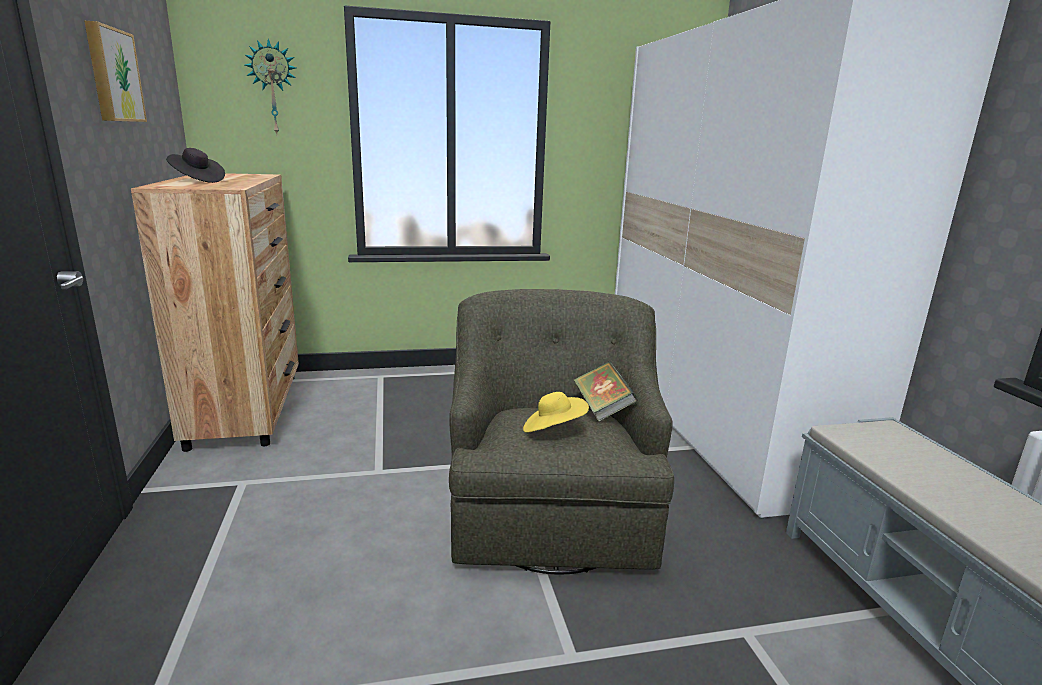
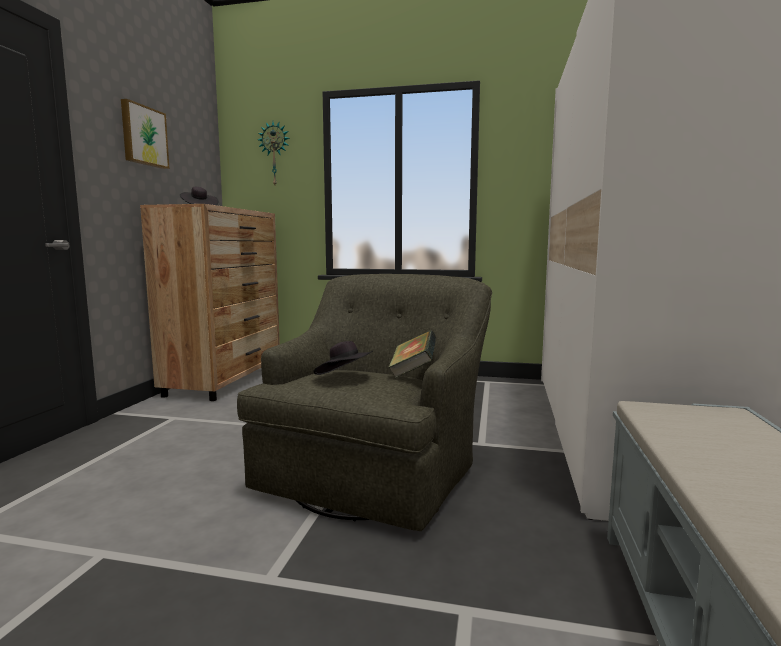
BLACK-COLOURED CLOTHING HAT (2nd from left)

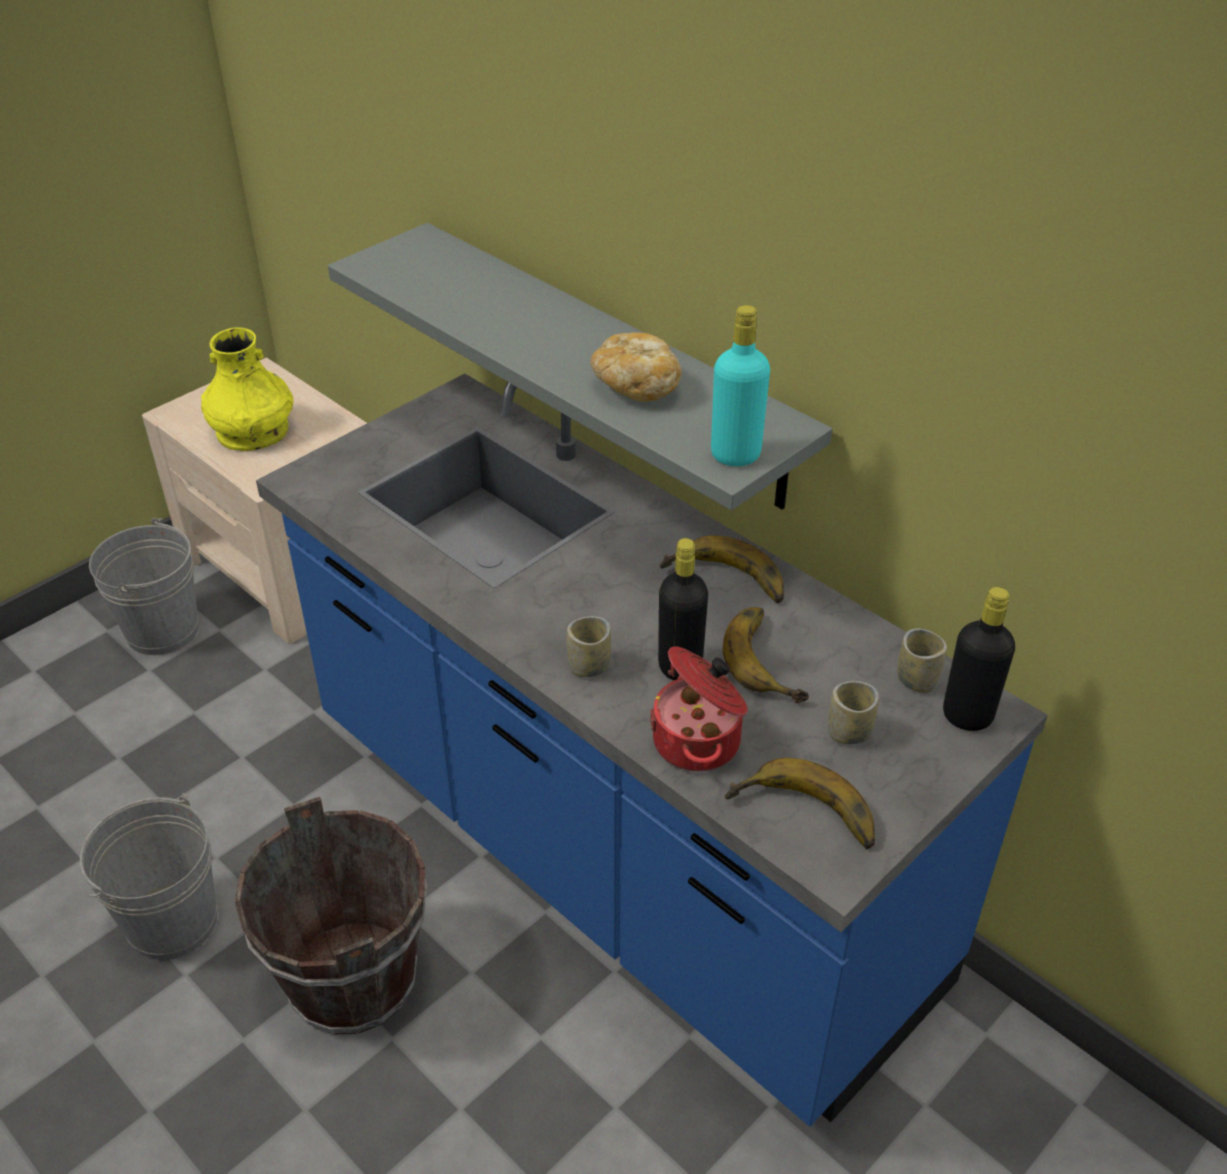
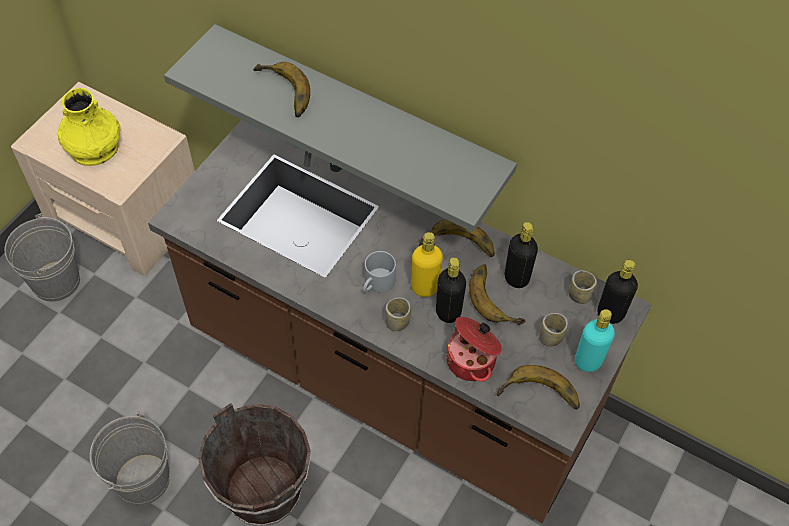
BROWN-COLOURED KITCHEN BASE UNIT
BREAD
TURQUOISE BOTTLE
BANANA FRUIT (1st from left)
GREYISH TEA MUG
YELLOWISH BOTTLE
BLACK-COLOURED BOTTLE (2nd from left)

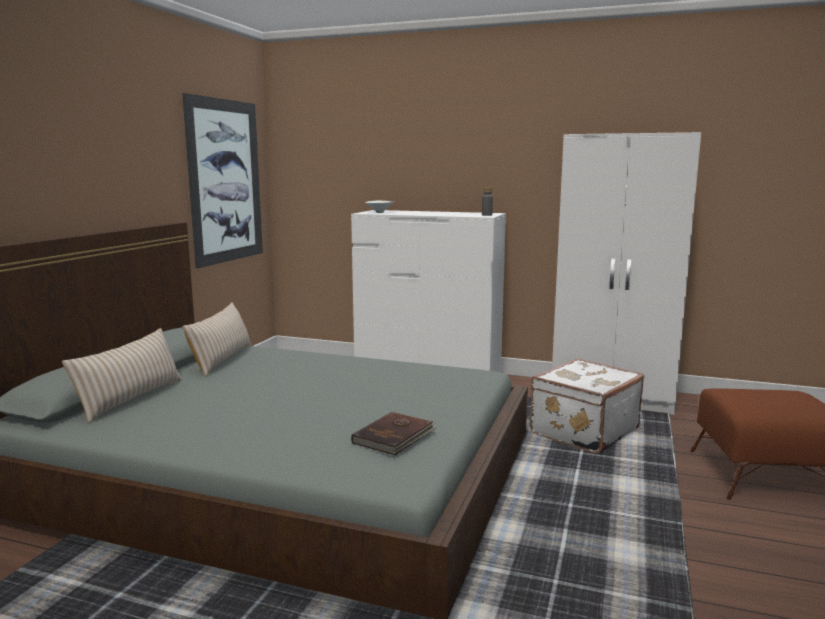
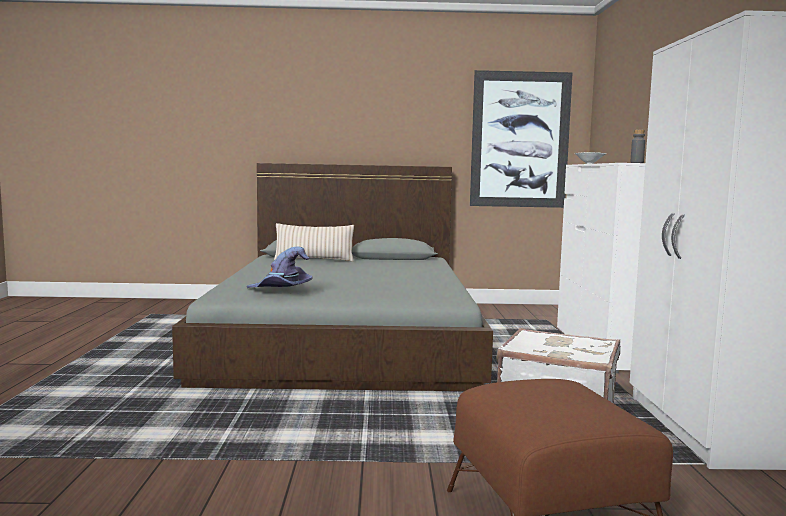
SAND-COLOURED THROW PILLOW (2nd from left in the first image)
PURPLE CLOTHING HAT

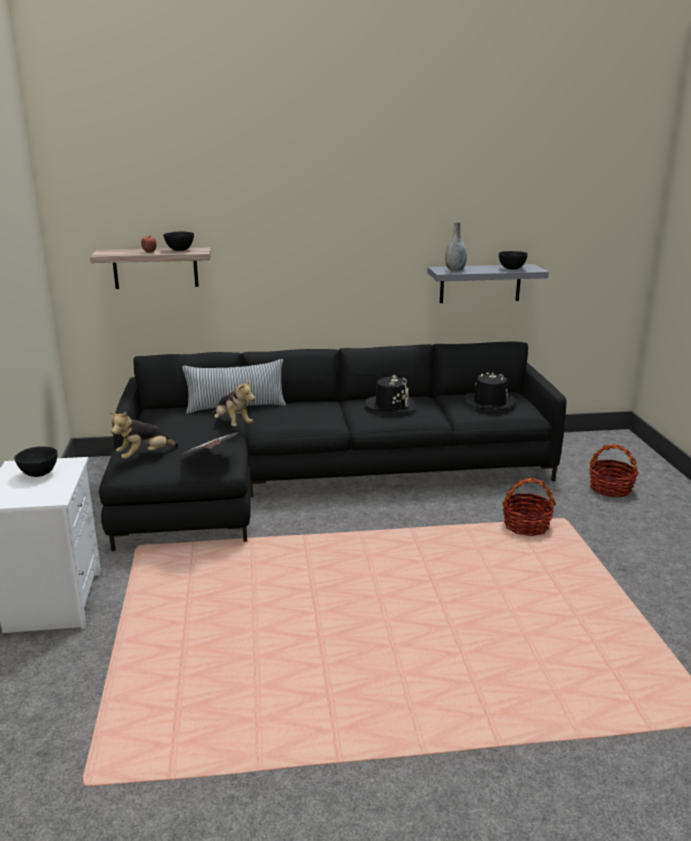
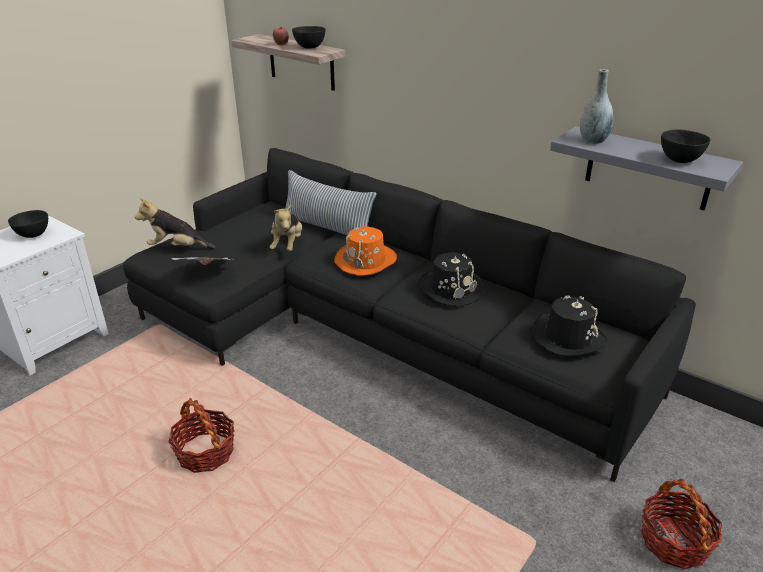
HOUSEHOLD BASKET (1st from left)
ORANGE CLOTHING HAT

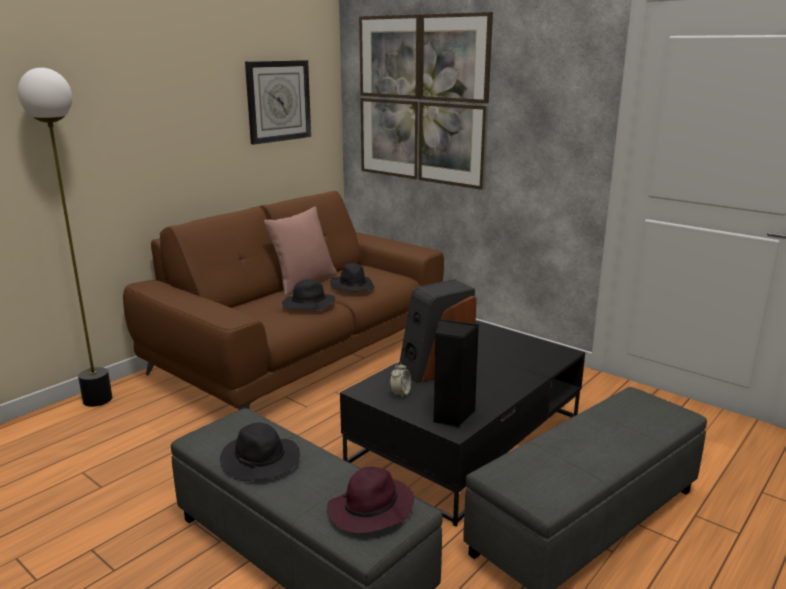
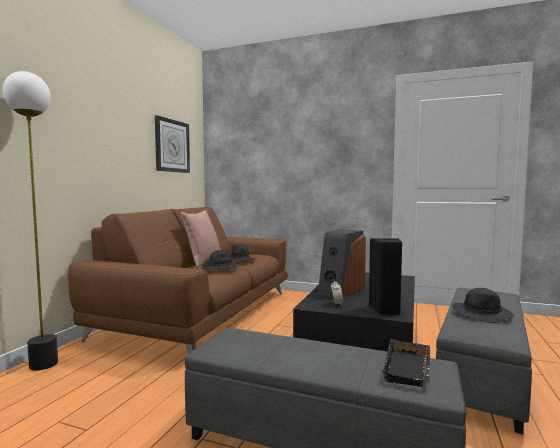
BLACK-COLOURED CLOTHING HAT (3rd from left)
BLACK-COLOURED TRAY
PICTURE

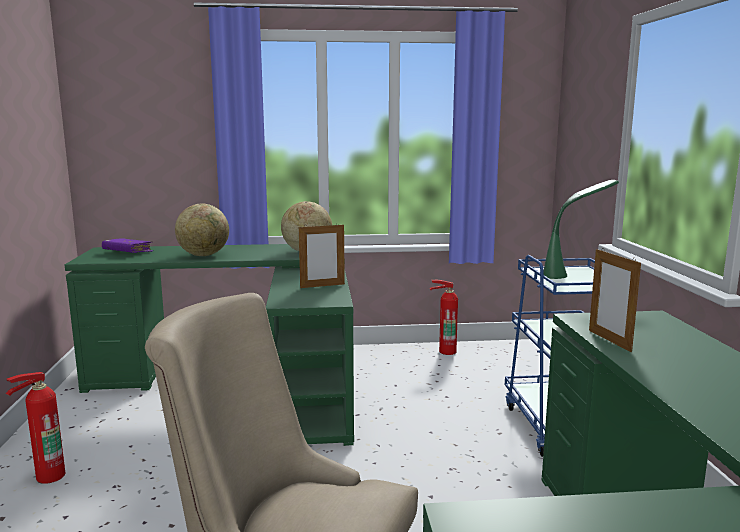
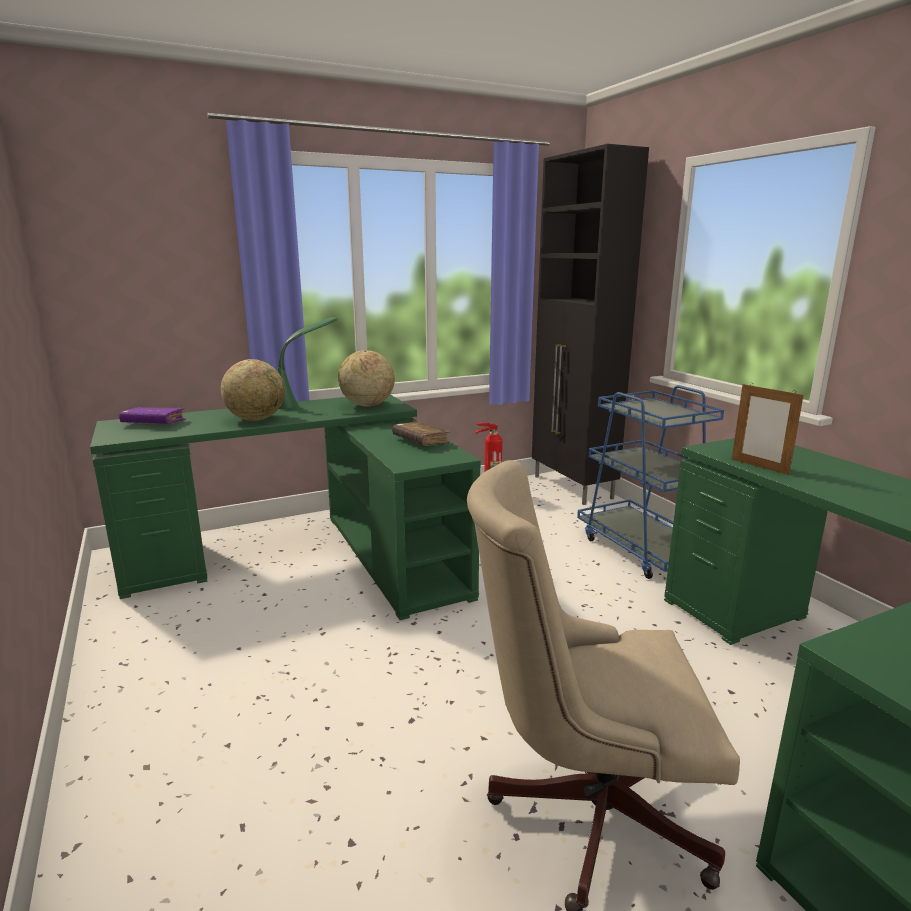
EXTINGUISHER (1st from left in the first image)
BROWN-COLOURED BOOK
GREEN-COLOURED TABLETOP LAMP
BLACK-COLOURED CUPBOARD

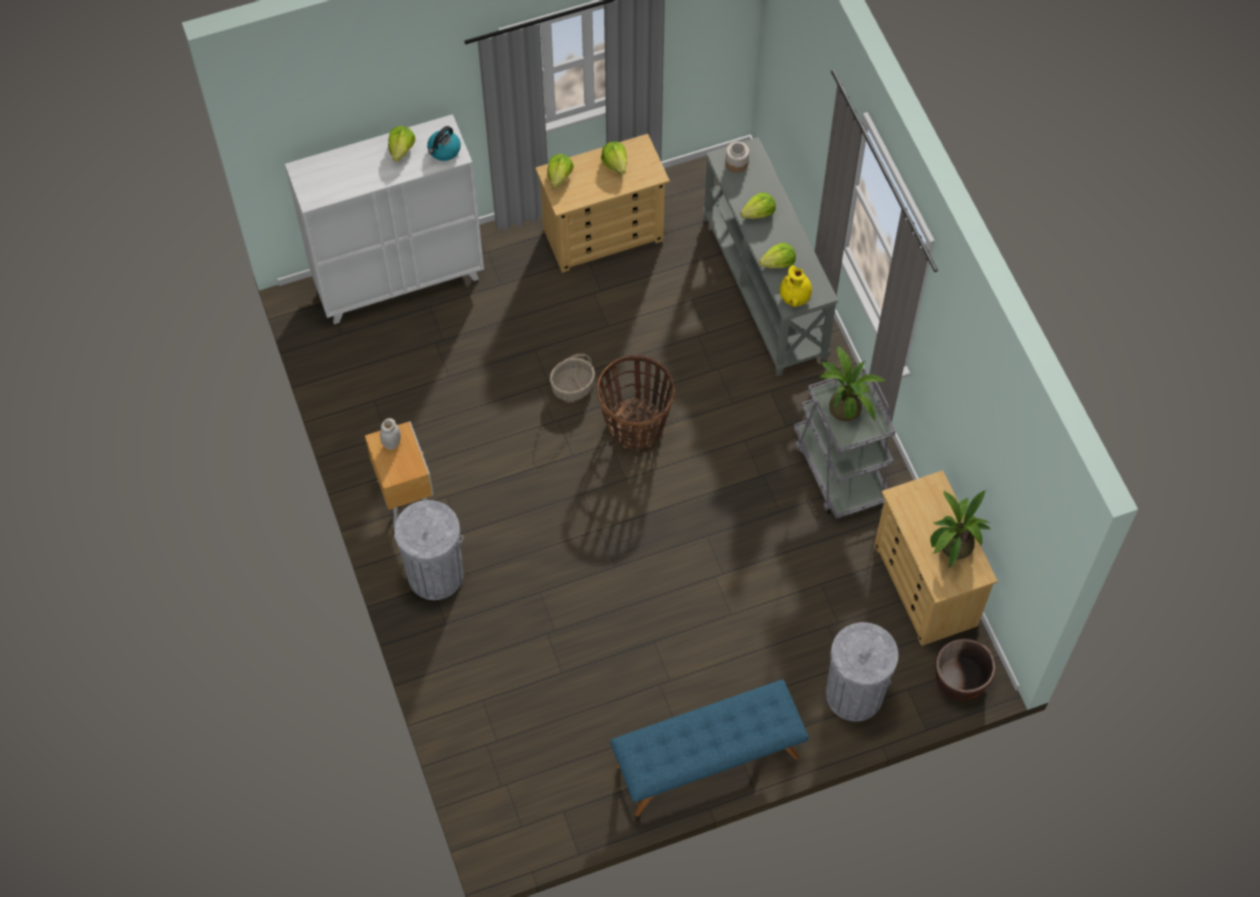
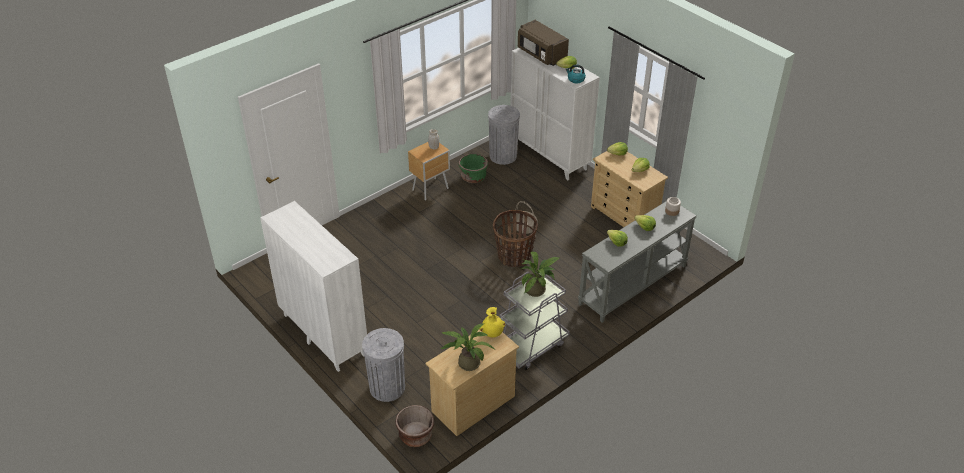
GREYISH TRASH CAN (2nd from left)
WHITISH CUPBOARD (1st from left)
YELLOWISH DECORATIVE VASE
GREEN-COLOURED PLANT POT
BROWN-COLOURED MICROWAVE

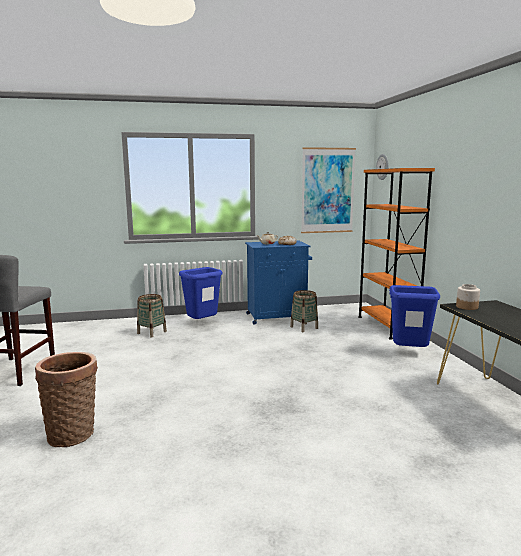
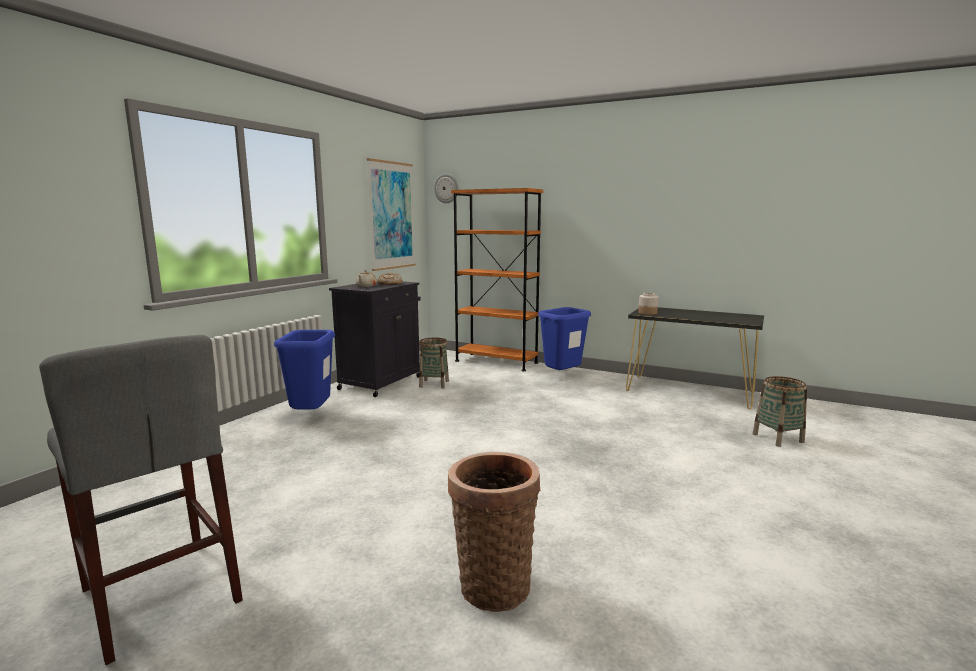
HOUSEHOLD BASKET (3rd from left)
BLACK-COLOURED CUPBOARD

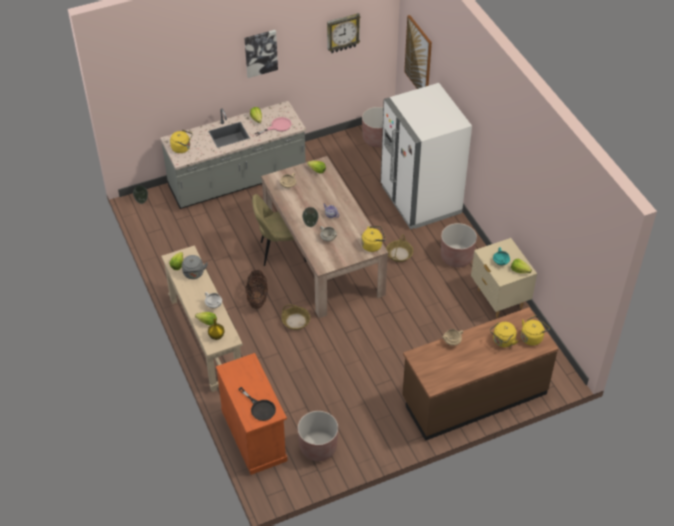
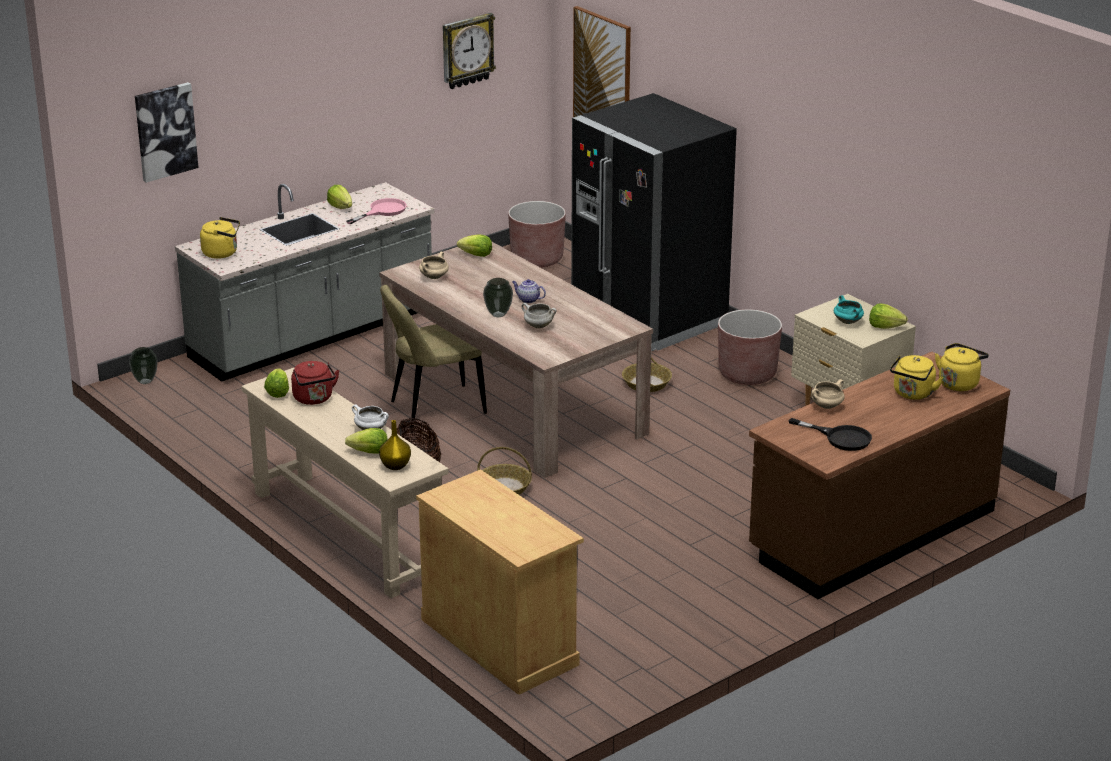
RED WATER KETTLE
SAND-COLOURED CUPBOARD
BLACK-COLOURED FRYING PAN
PICTURE (1st from left)
BROWN-COLOURED PLANT POT (1st from left in the first image)
YELLOWISH WATER KETTLE (2nd from left in the first image)
BLACK-COLOURED KITCHEN FRIDGE

